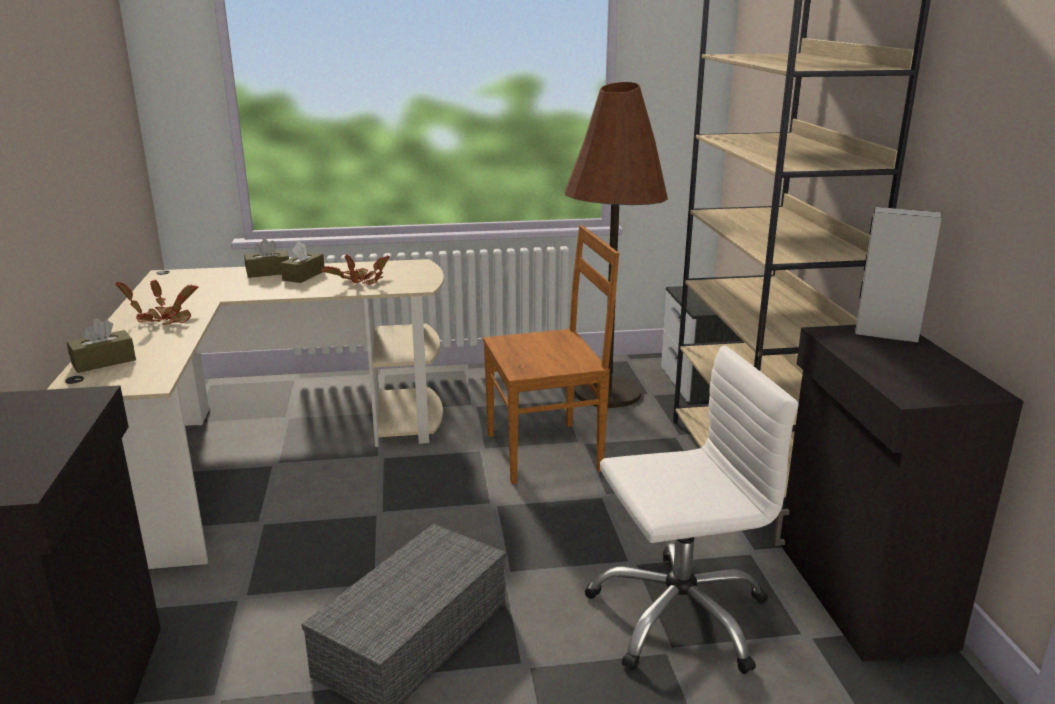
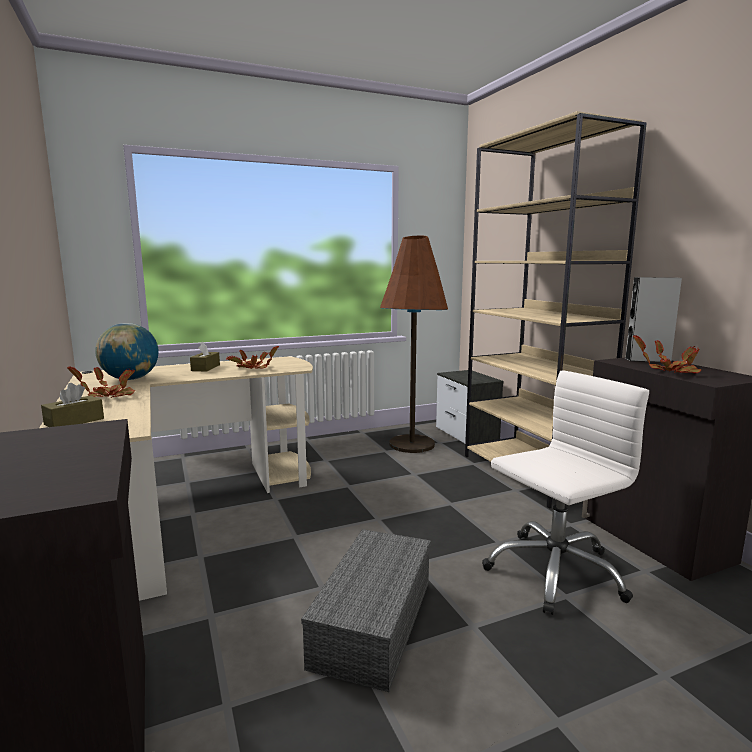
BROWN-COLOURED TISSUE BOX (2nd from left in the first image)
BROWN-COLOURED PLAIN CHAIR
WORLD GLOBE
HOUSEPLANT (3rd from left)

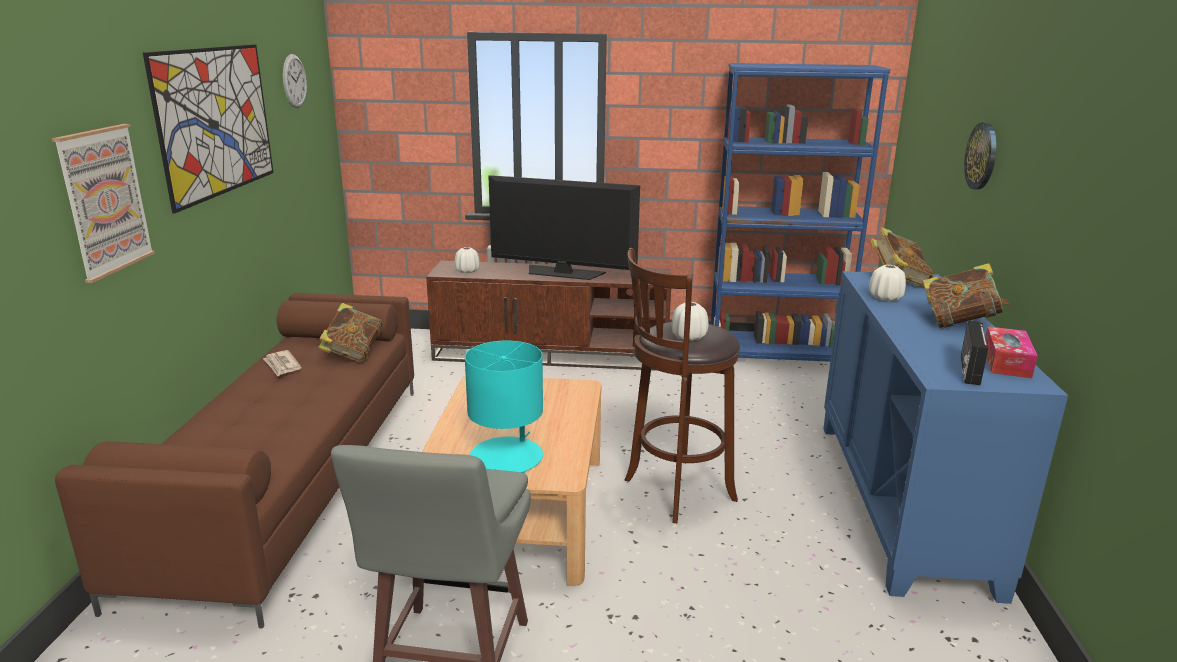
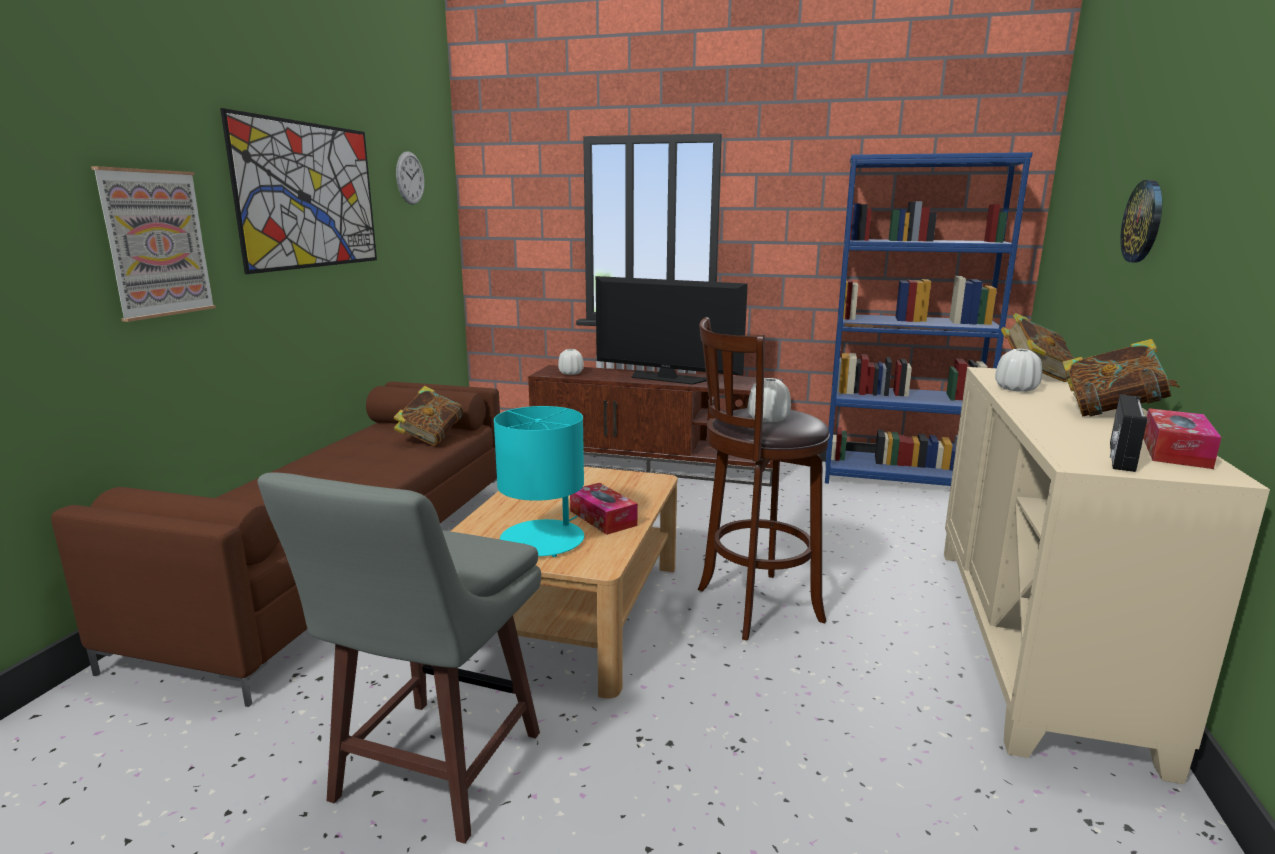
PRINTED PAPER
SAND-COLOURED CUPBOARD
TISSUE BOX (1st from left)

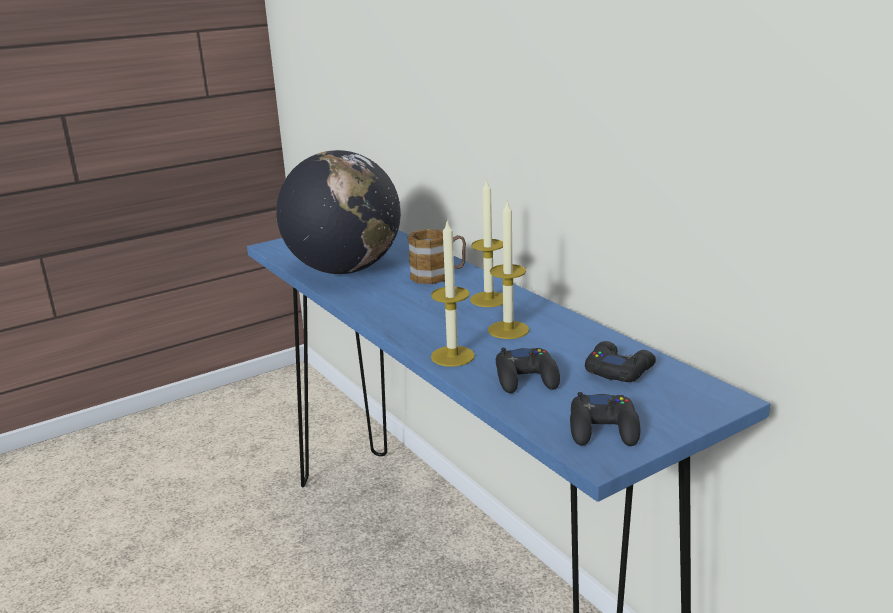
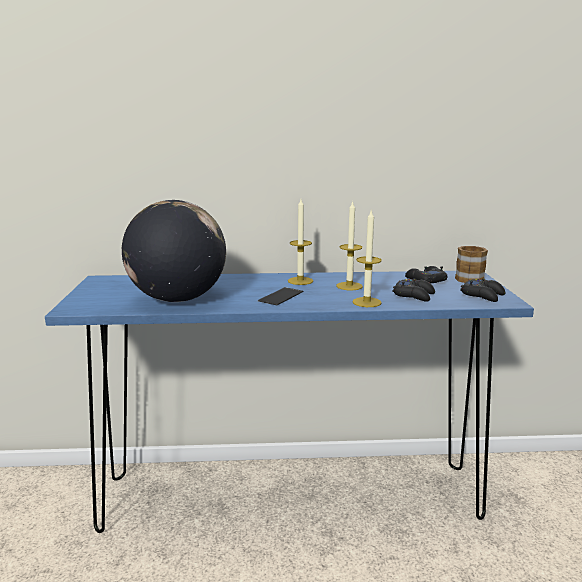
TEA MUG
HANDSET

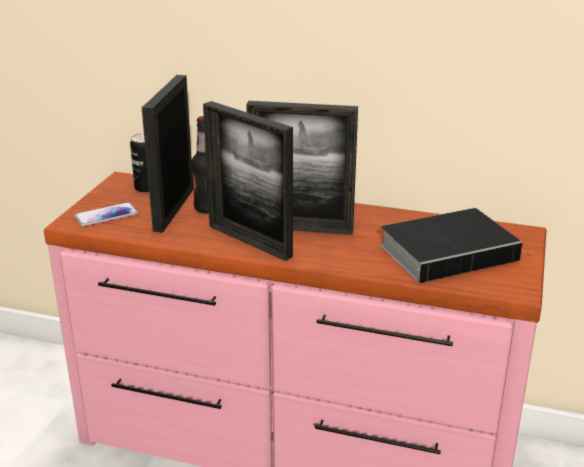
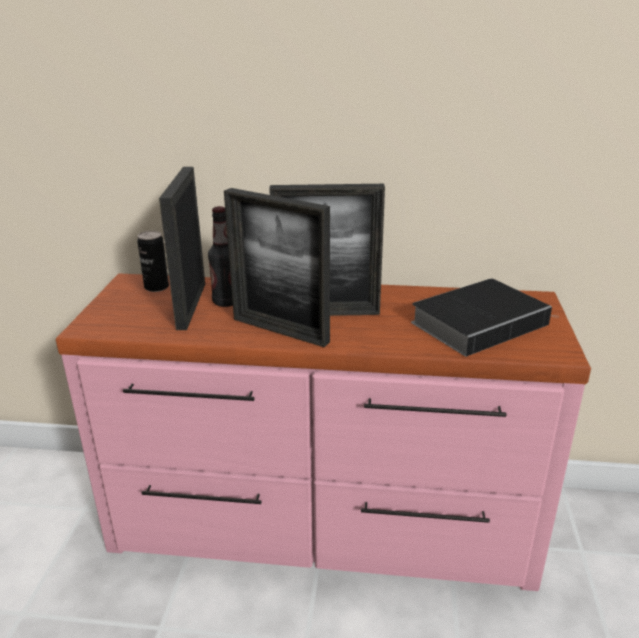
HANDSET

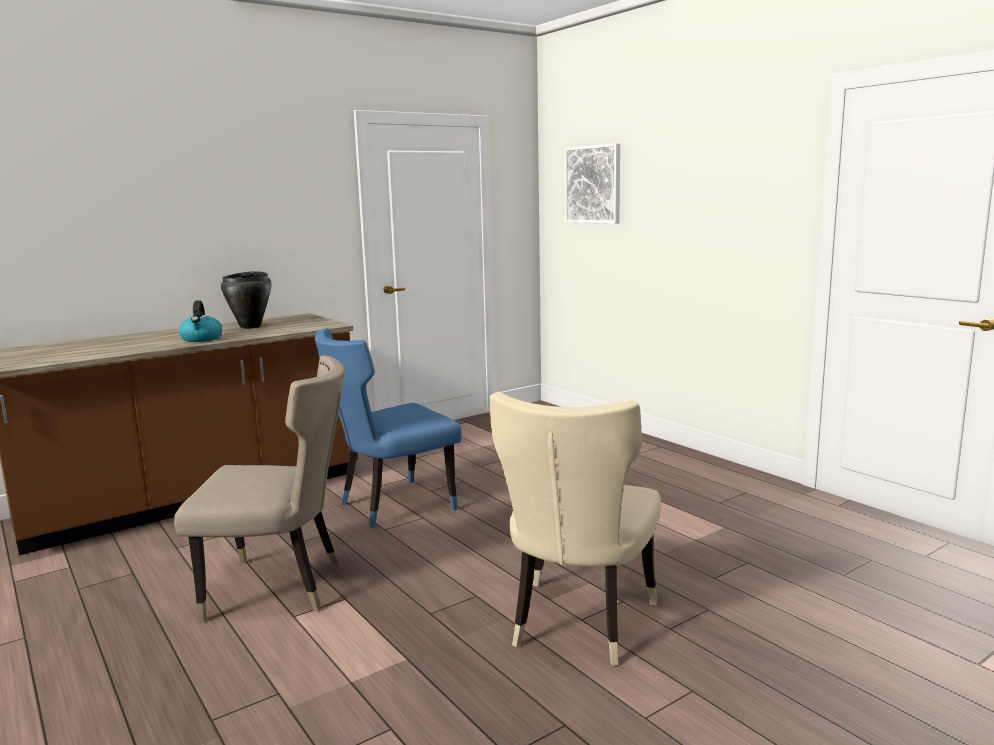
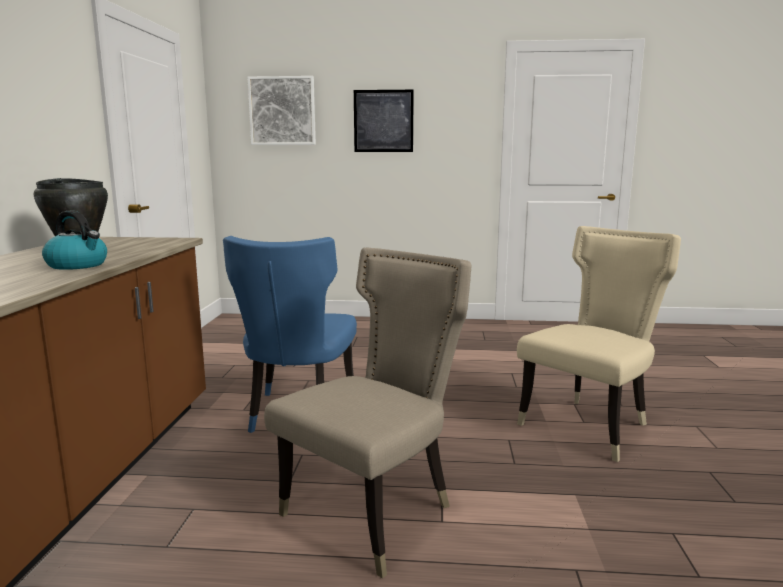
SAND-COLOURED PLAIN CHAIR (2nd from left)
PICTURE (2nd from left)

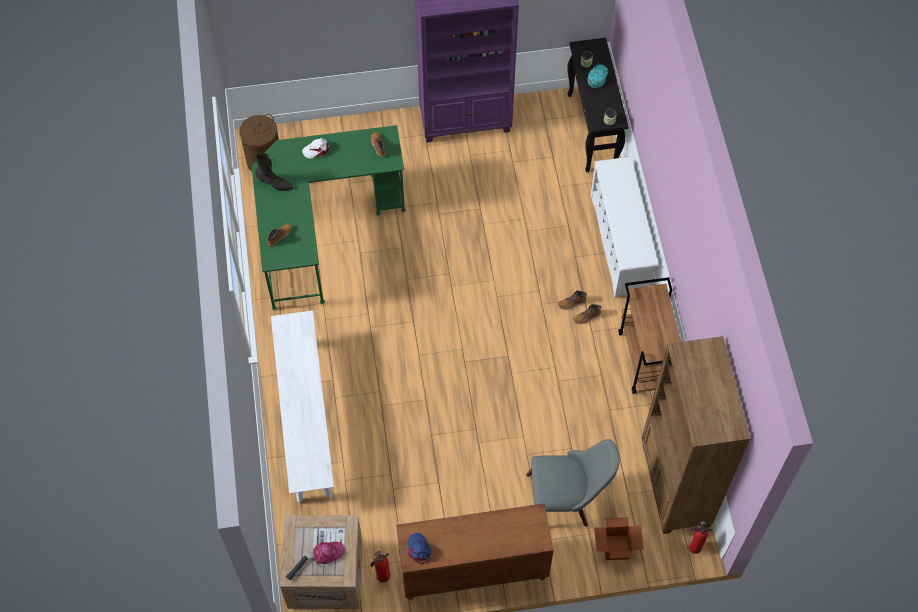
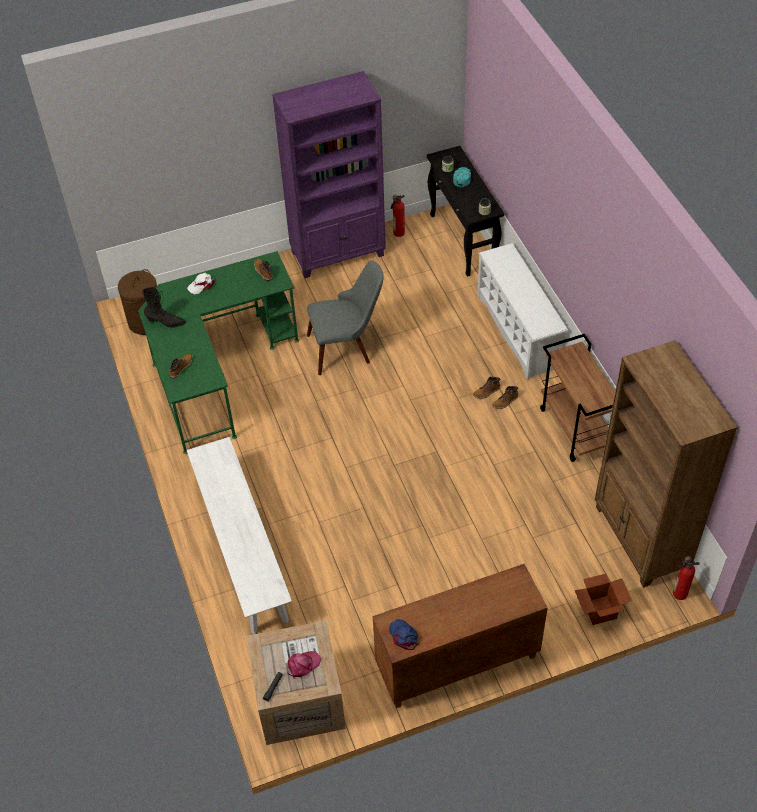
EXTINGUISHER (1st from left)
GREYISH PLAIN CHAIR

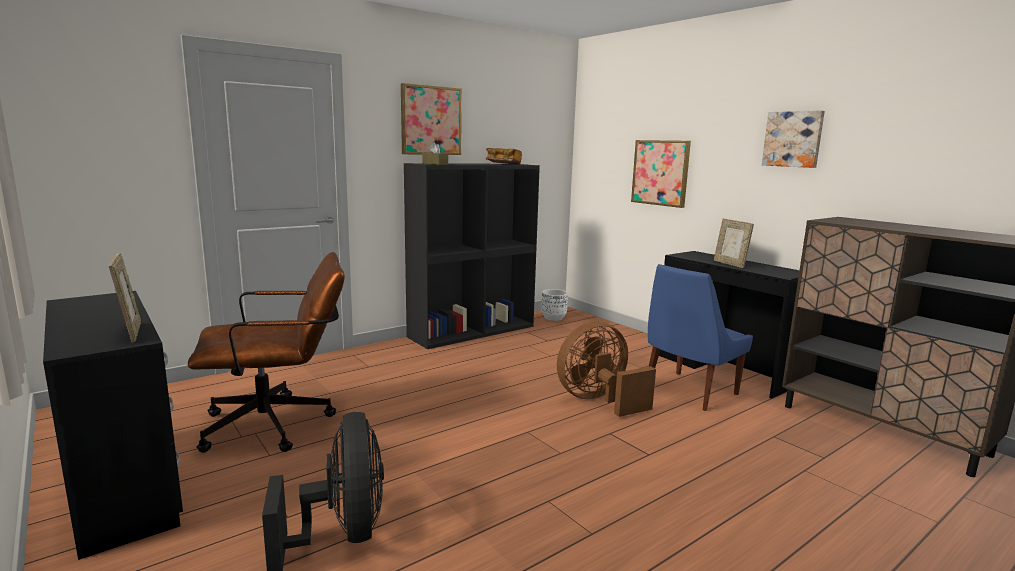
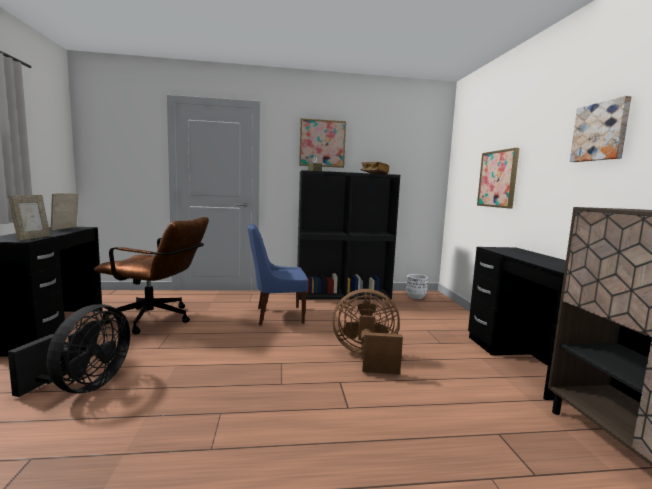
BLUE PLAIN CHAIR
PICTURE FRAME (2nd from left)

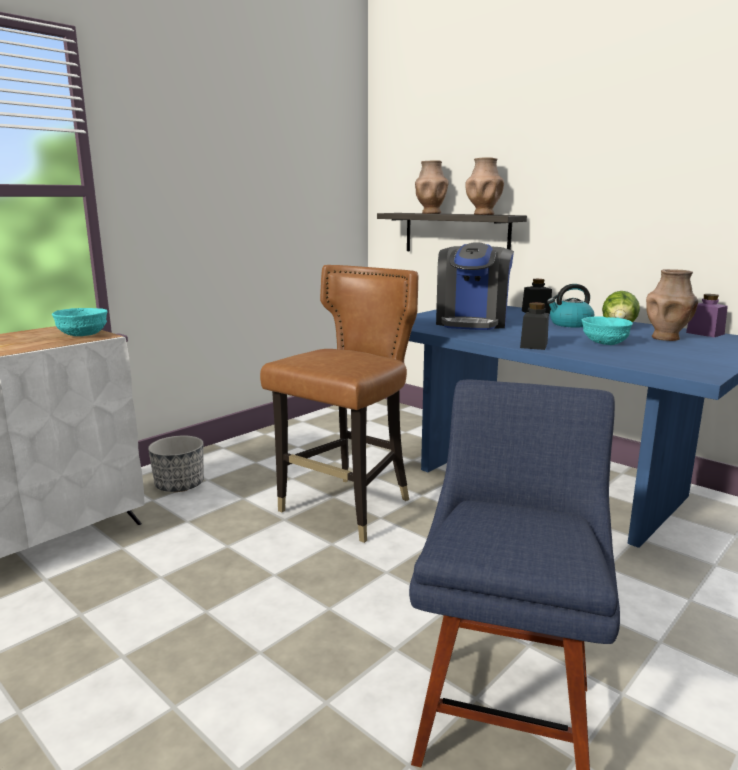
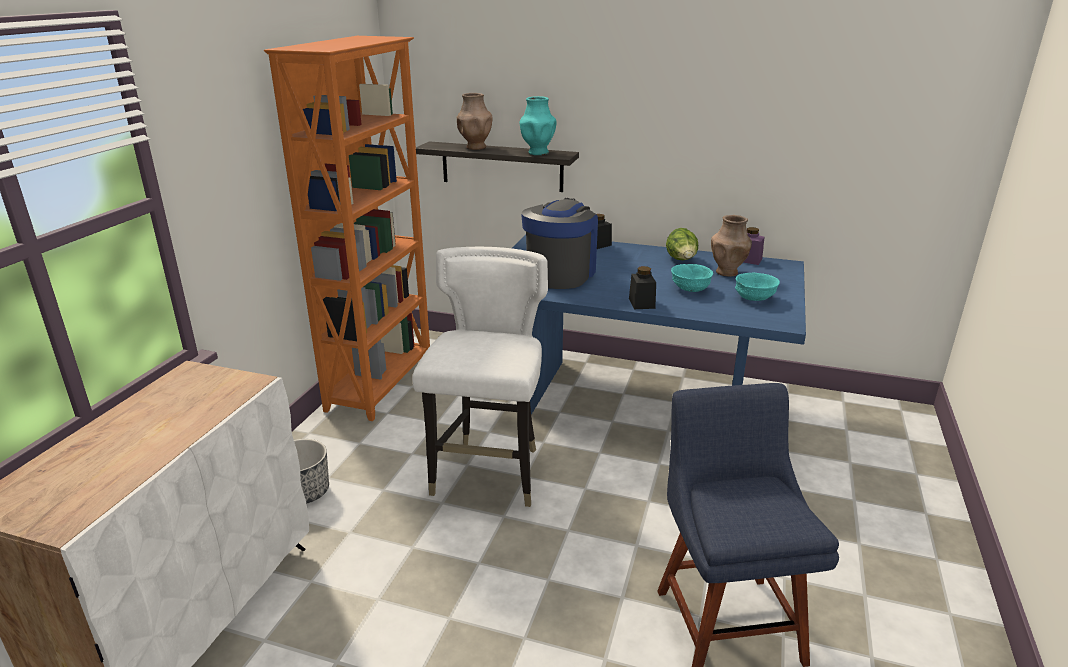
TURQUOISE BOWL (2nd from left)
WHITISH PLAIN CHAIR
COFFEE MACHINE
TURQUOISE DECORATIVE VASE
WATER KETTLE
ORANGE SHELVING UNIT

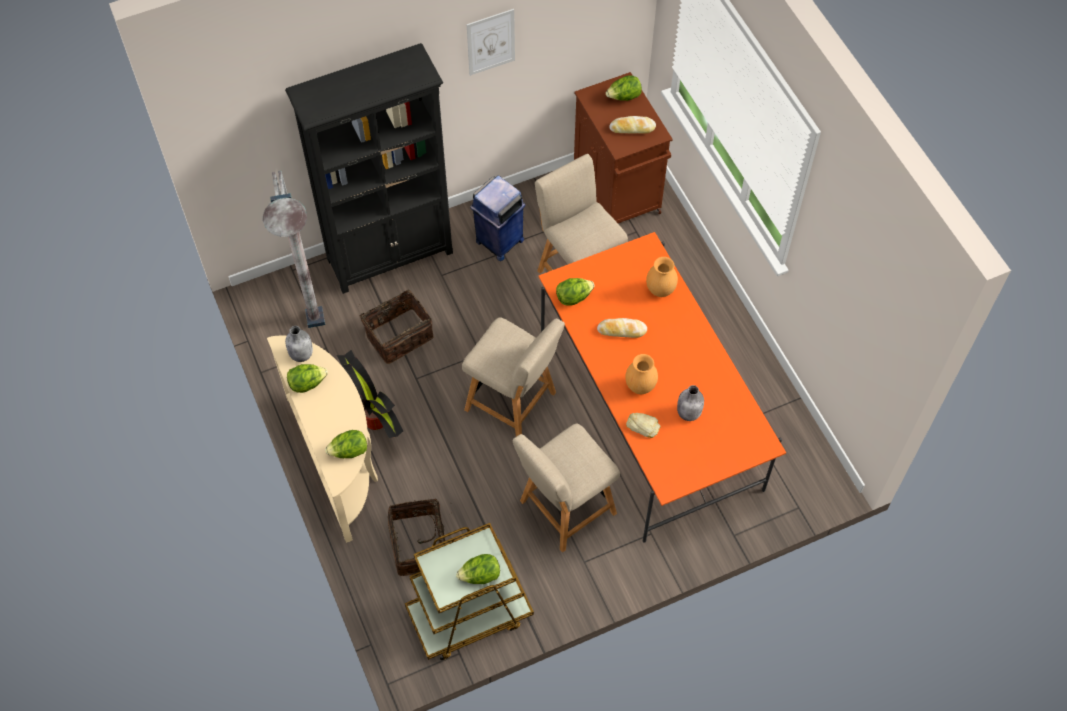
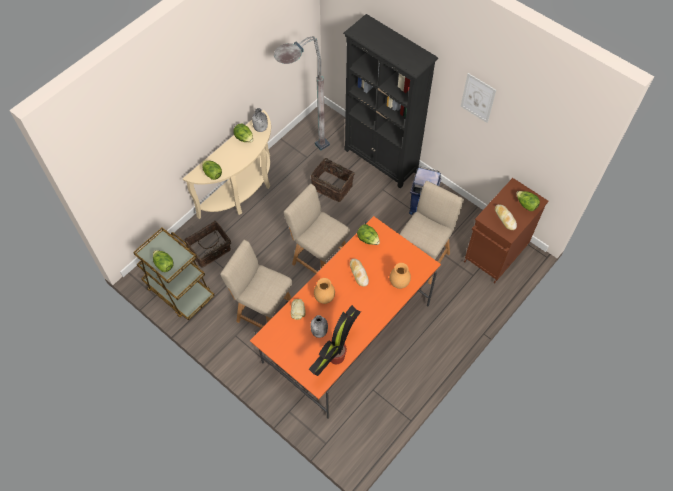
HOUSEPLANT
SAND-COLOURED PLAIN CHAIR (2nd from left)

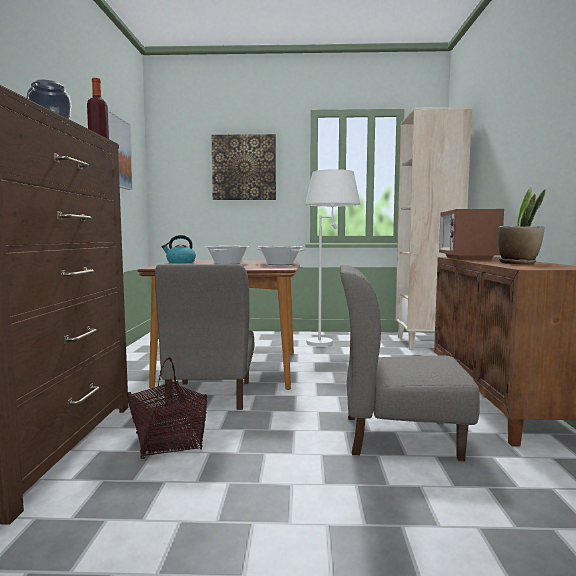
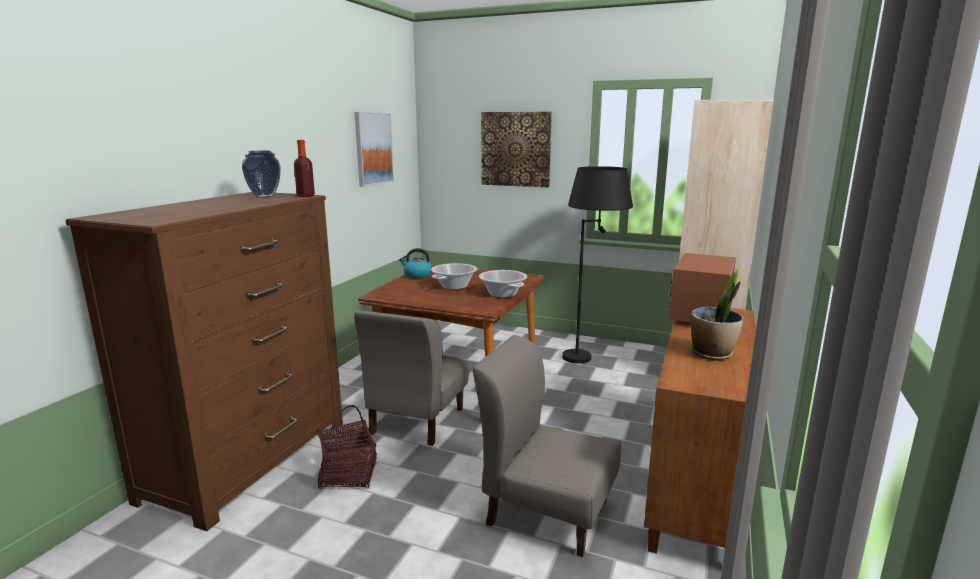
BLACK-COLOURED FLOOR LAMP

